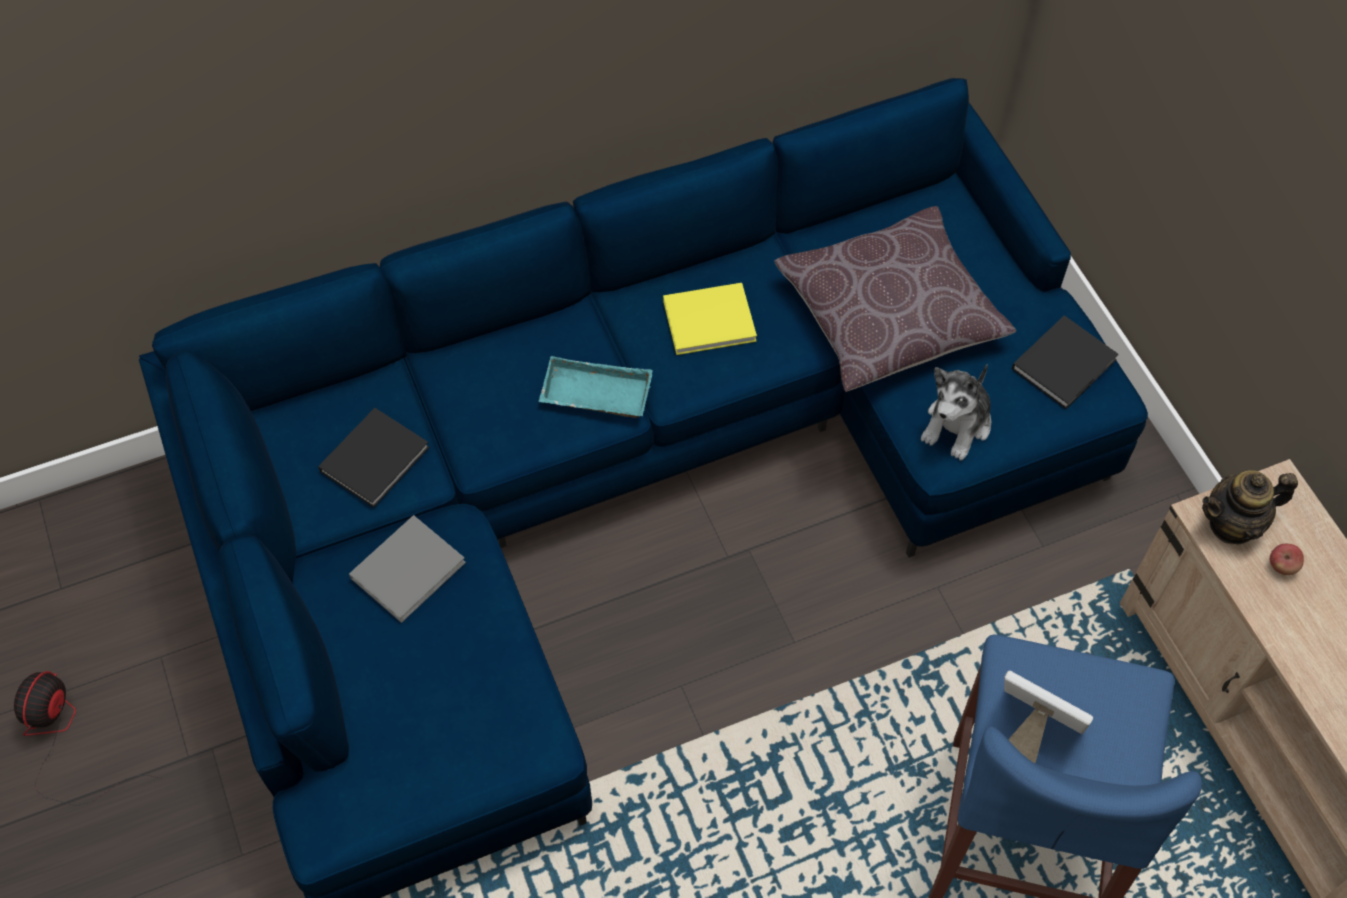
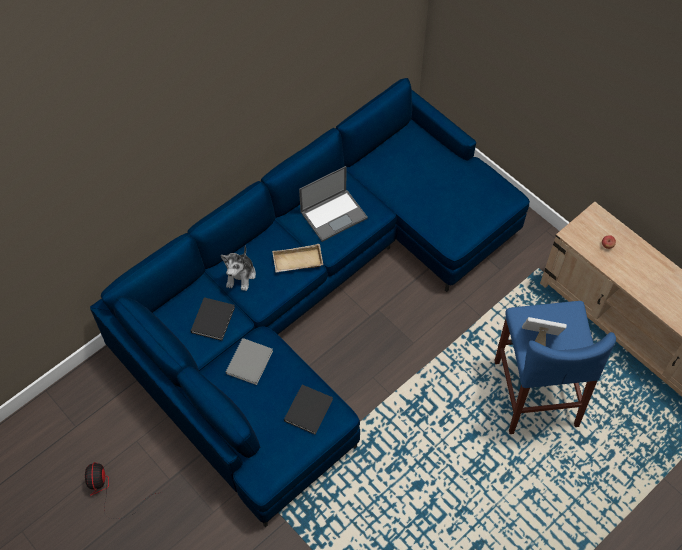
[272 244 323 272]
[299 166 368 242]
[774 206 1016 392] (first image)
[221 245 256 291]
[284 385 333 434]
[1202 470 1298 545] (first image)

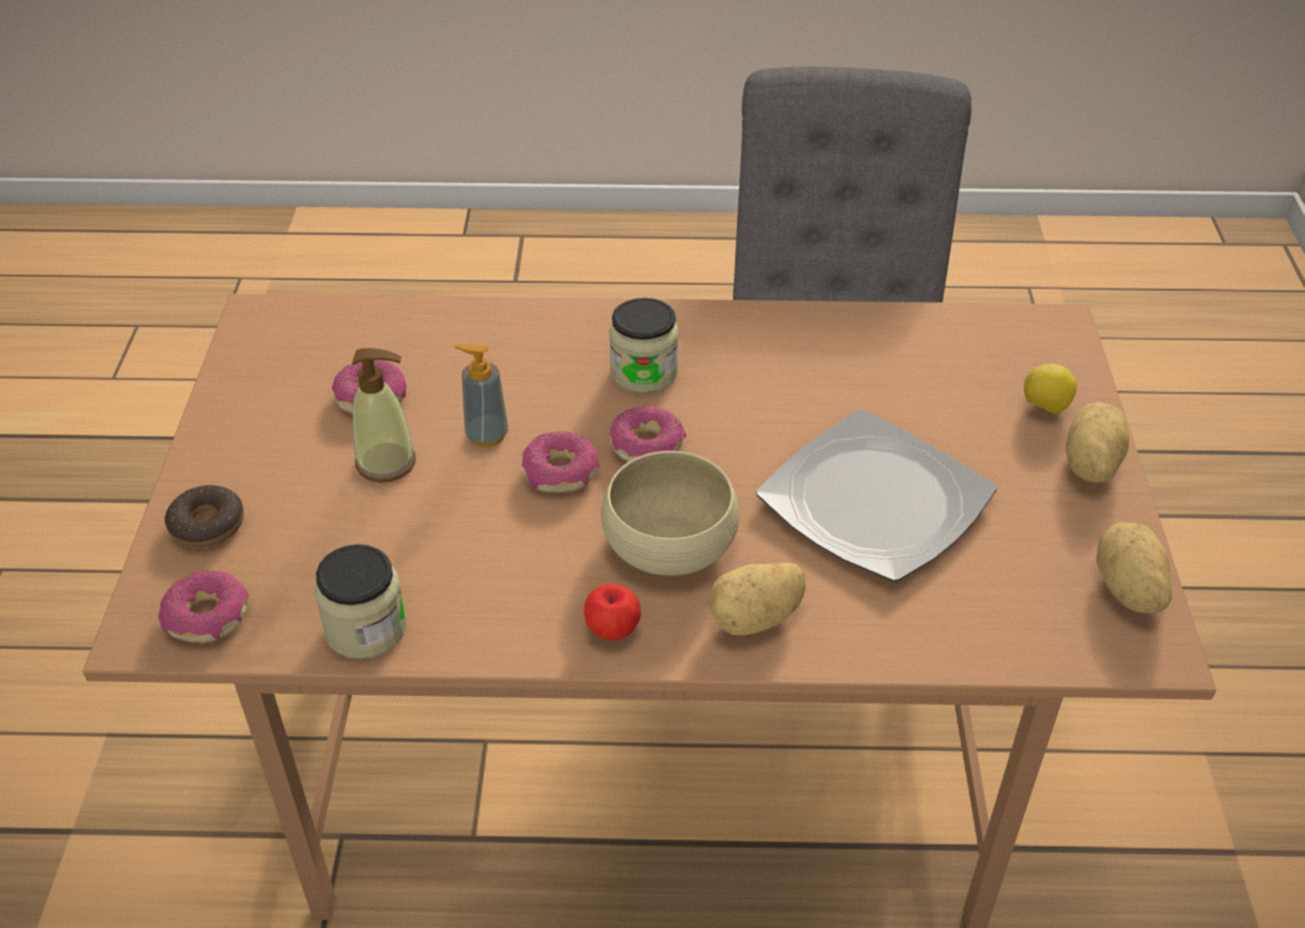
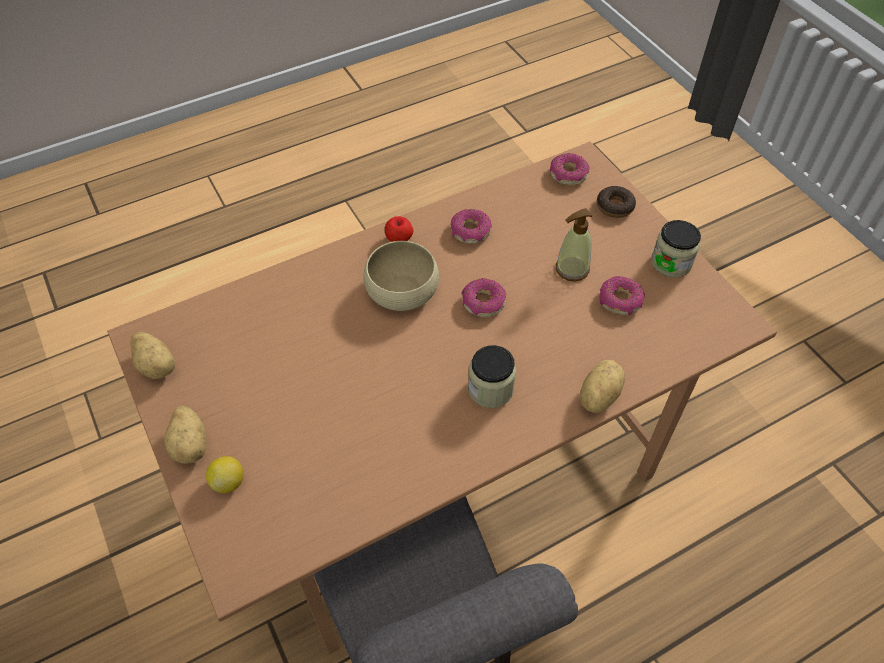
[651 220 701 278]
[454 344 508 447] (first image)
[451 209 492 244]
[580 360 625 413]
[756 409 997 582] (first image)

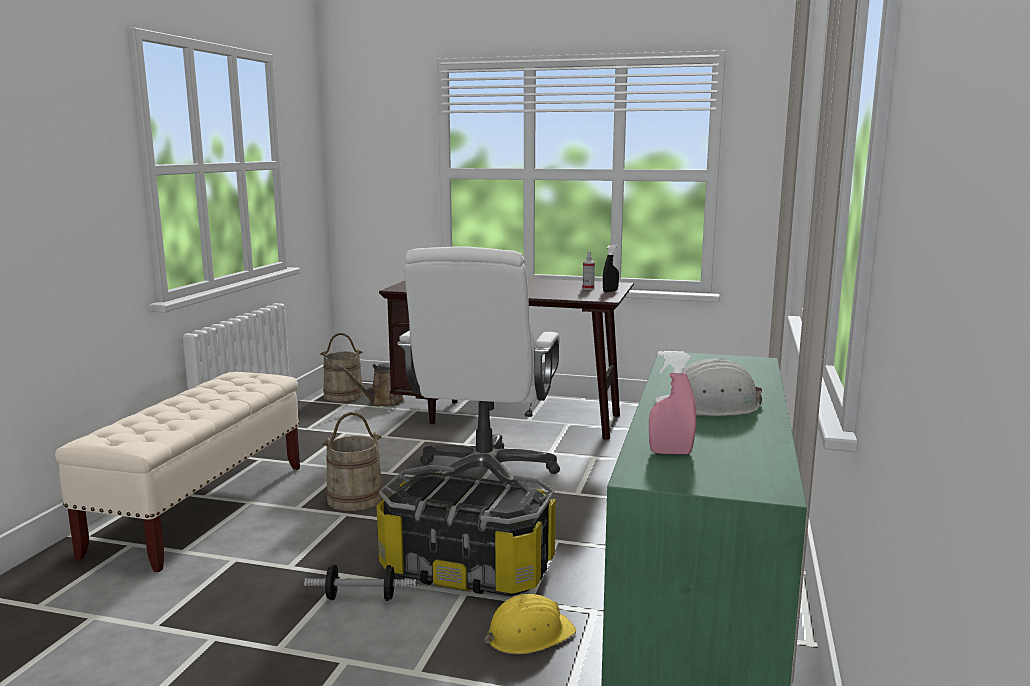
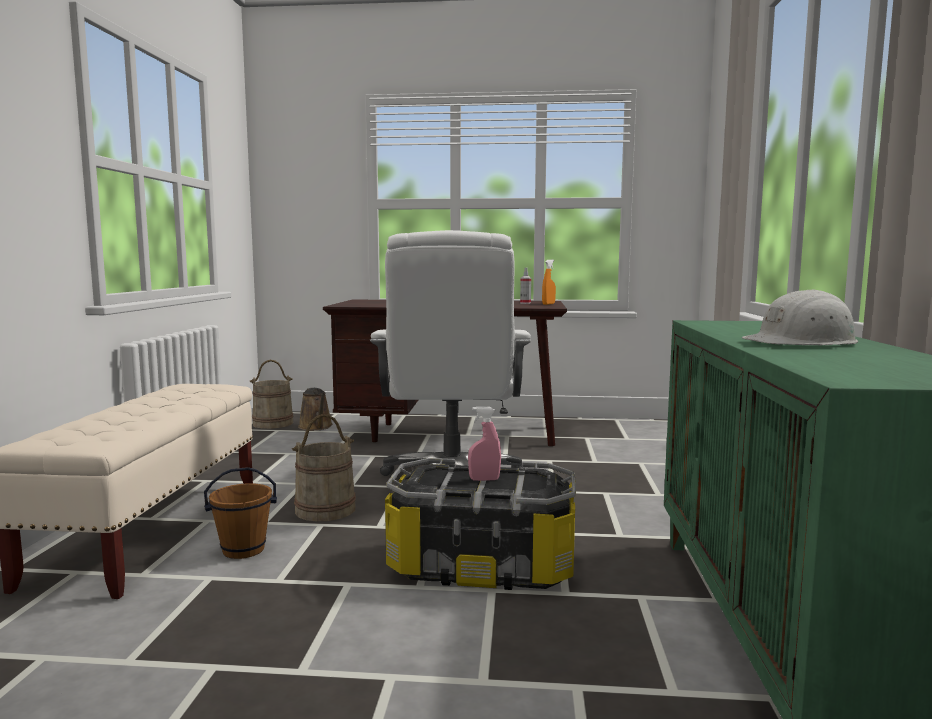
[304 565 417 601] (first image)
[298 388 333 431]
[484 594 576 654] (first image)
[542 260 556 305]
[468 407 501 481]
[204 467 277 559]

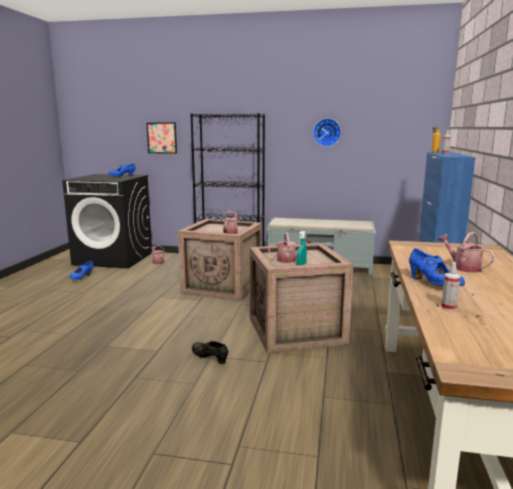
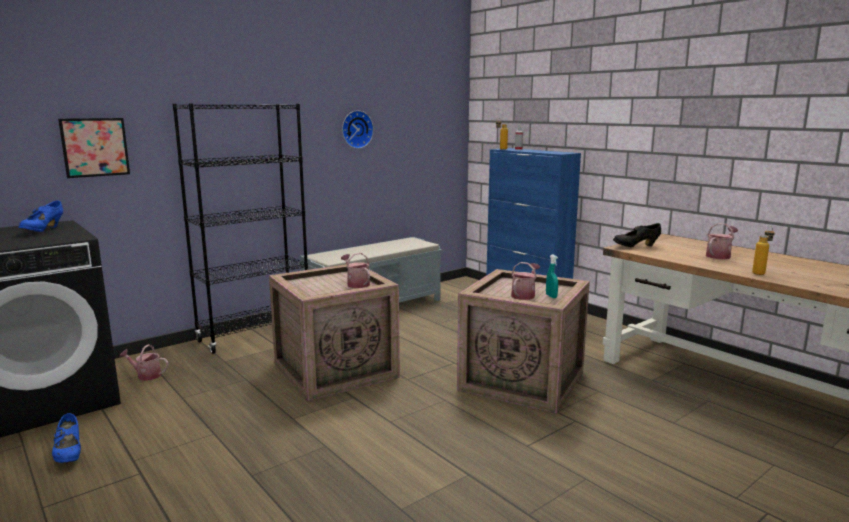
[613 223 661 247]
[752 226 775 275]
[706 223 738 259]
[441 262 461 311] (first image)

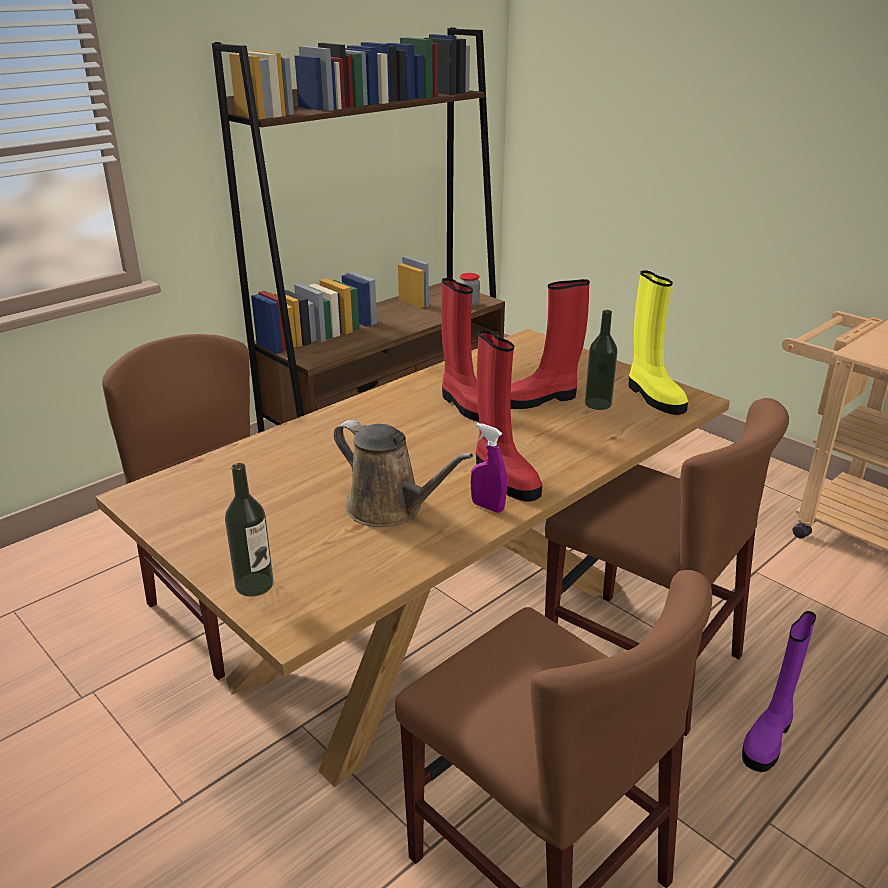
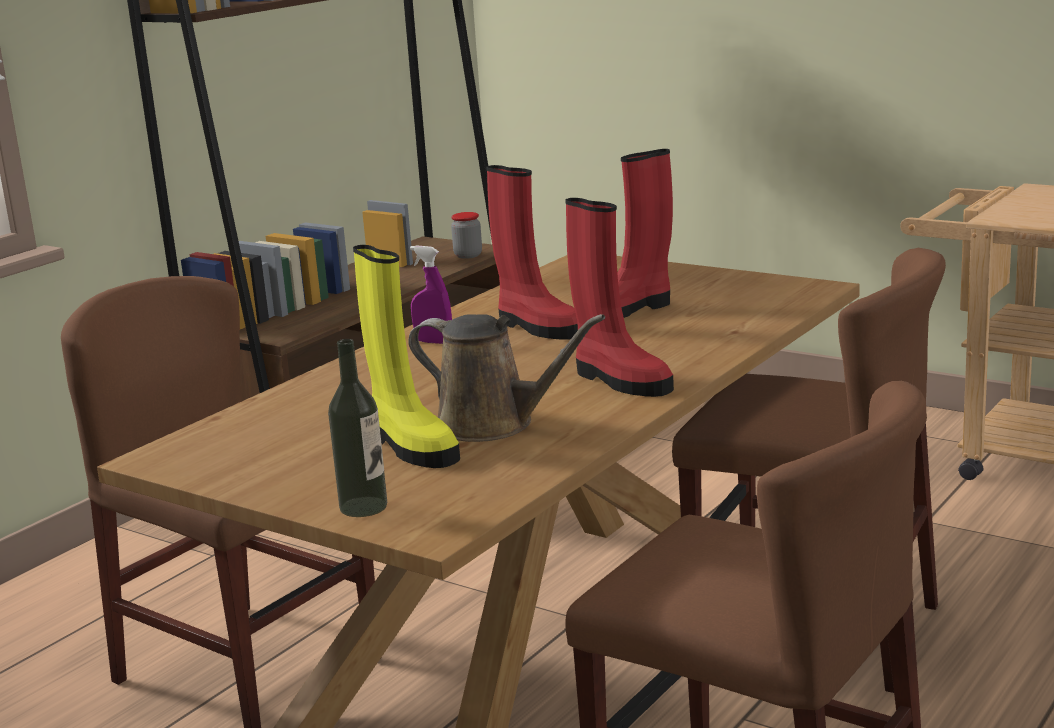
[410 245 452 344]
[585 310 618 410] (first image)
[353 245 460 468]
[742 611 816 772] (first image)

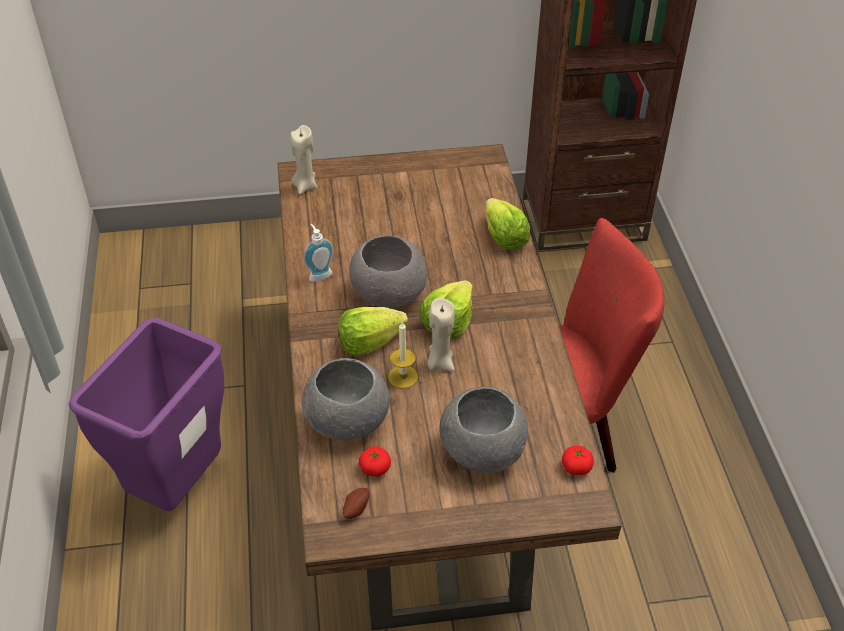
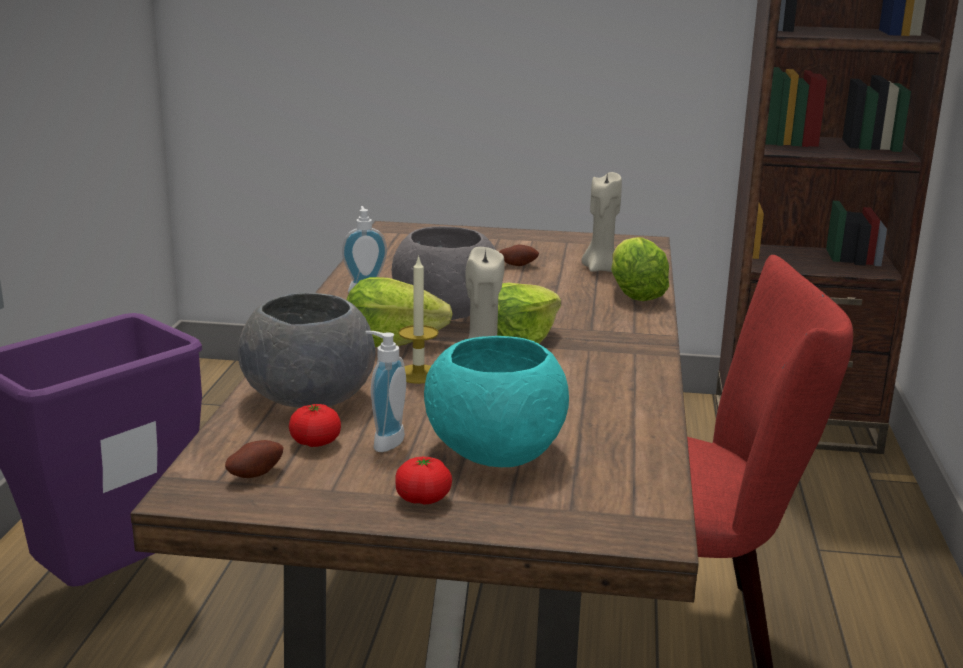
[582 172 622 272]
[424 336 569 467]
[395 457 452 505]
[365 331 406 452]
[499 244 539 266]

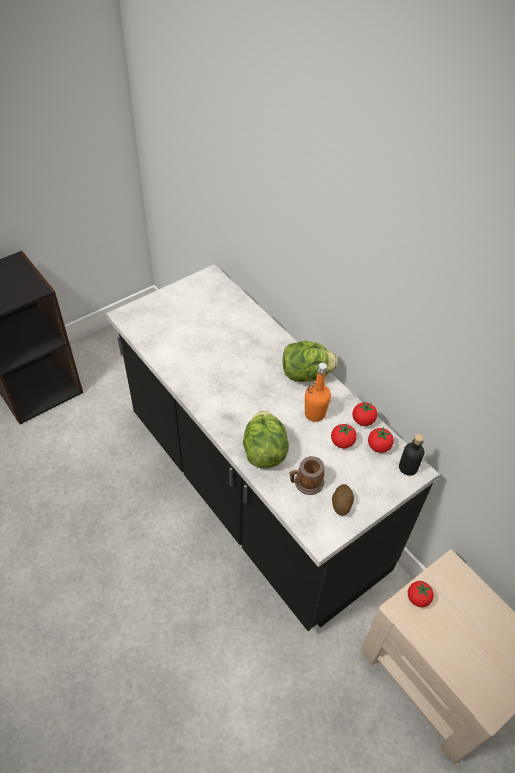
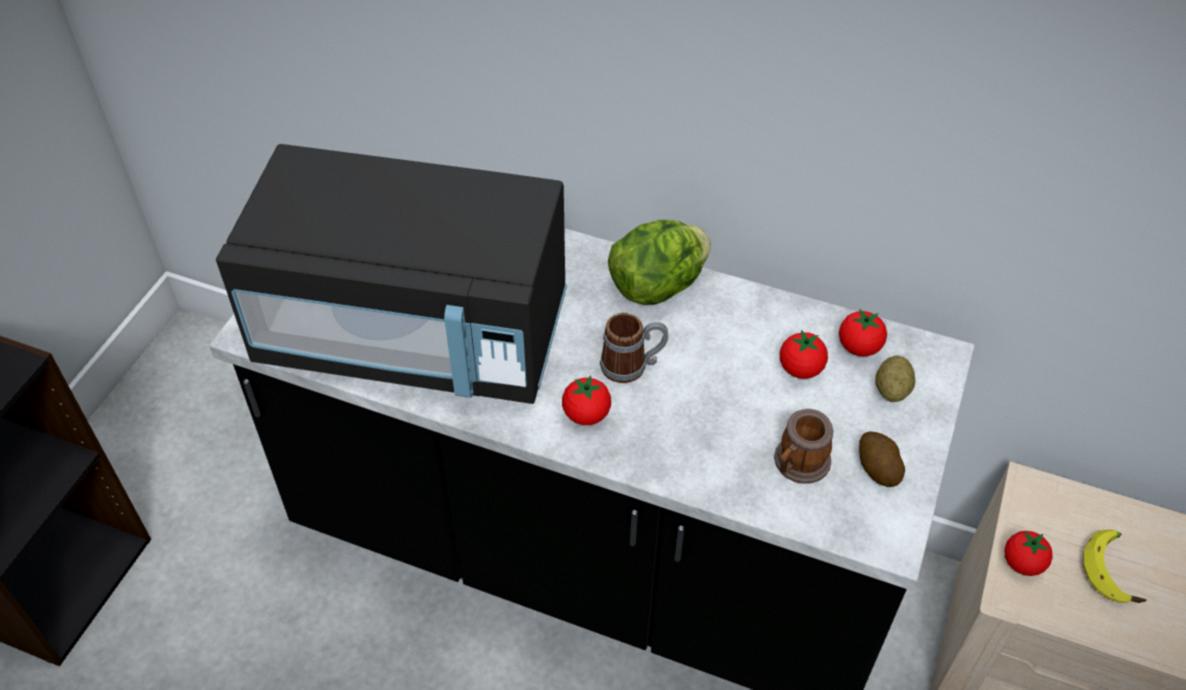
[243 411 289 469] (first image)
[305 363 331 422] (first image)
[562 375 611 425]
[399 434 424 476] (first image)
[216 144 567 404]
[600 313 669 383]
[875 356 915 402]
[1083 530 1147 603]

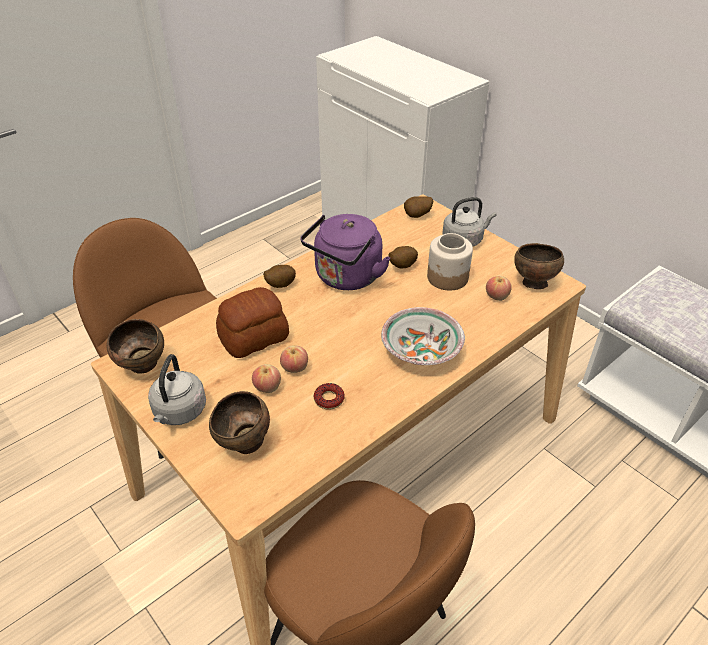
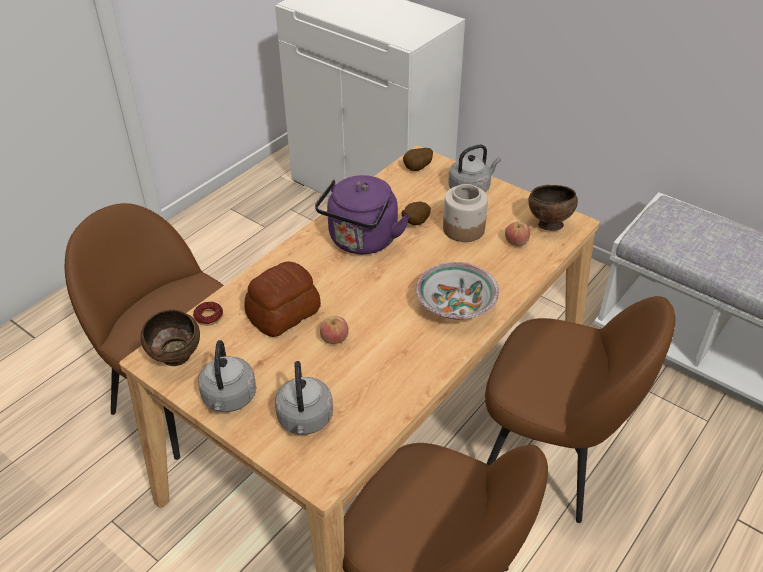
[275 361 333 435]
[252 364 281 393] (first image)
[263 265 296 288] (first image)
[193 302 223 325]
[485 296 675 523]

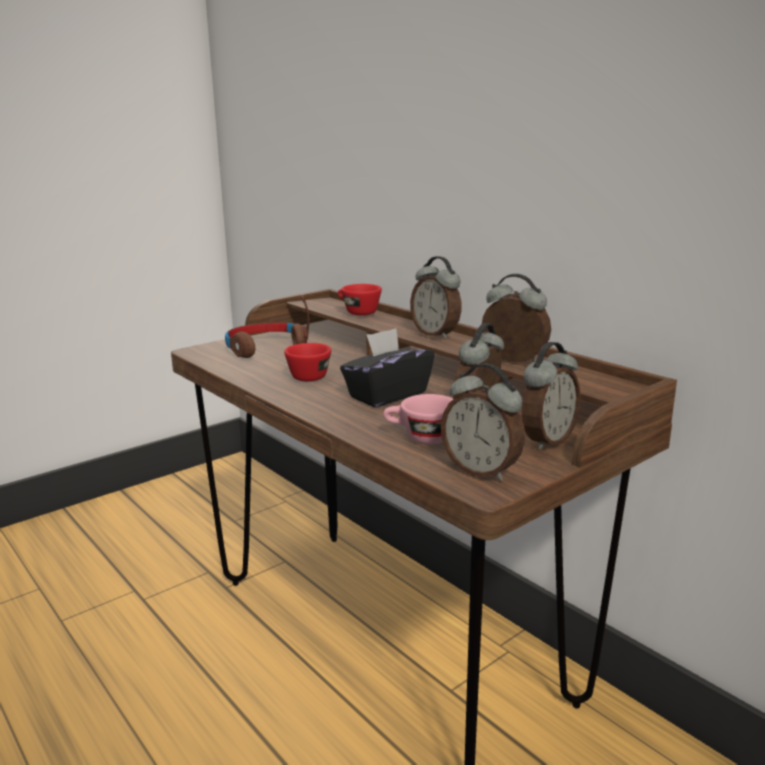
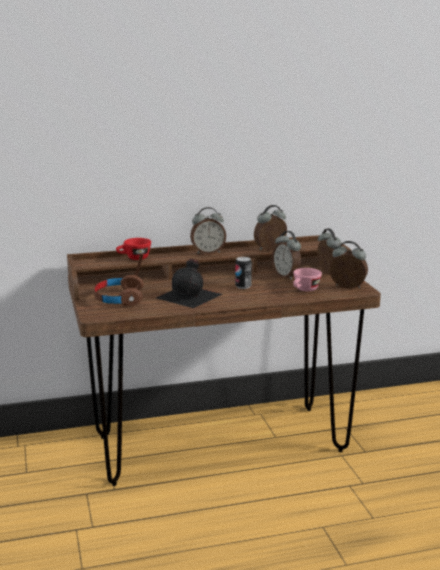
[156 259 223 308]
[235 257 252 289]
[329 241 368 289]

